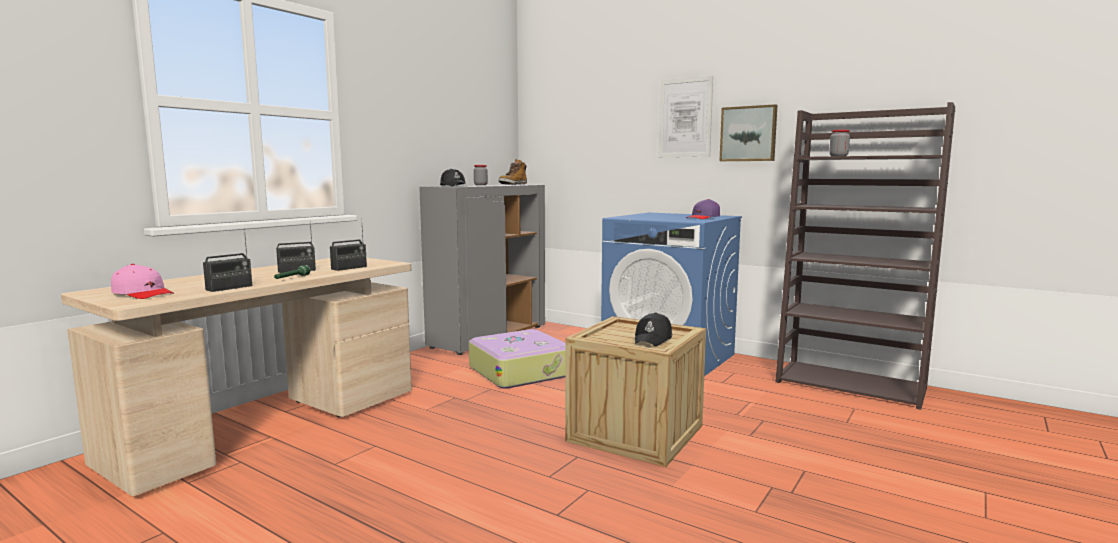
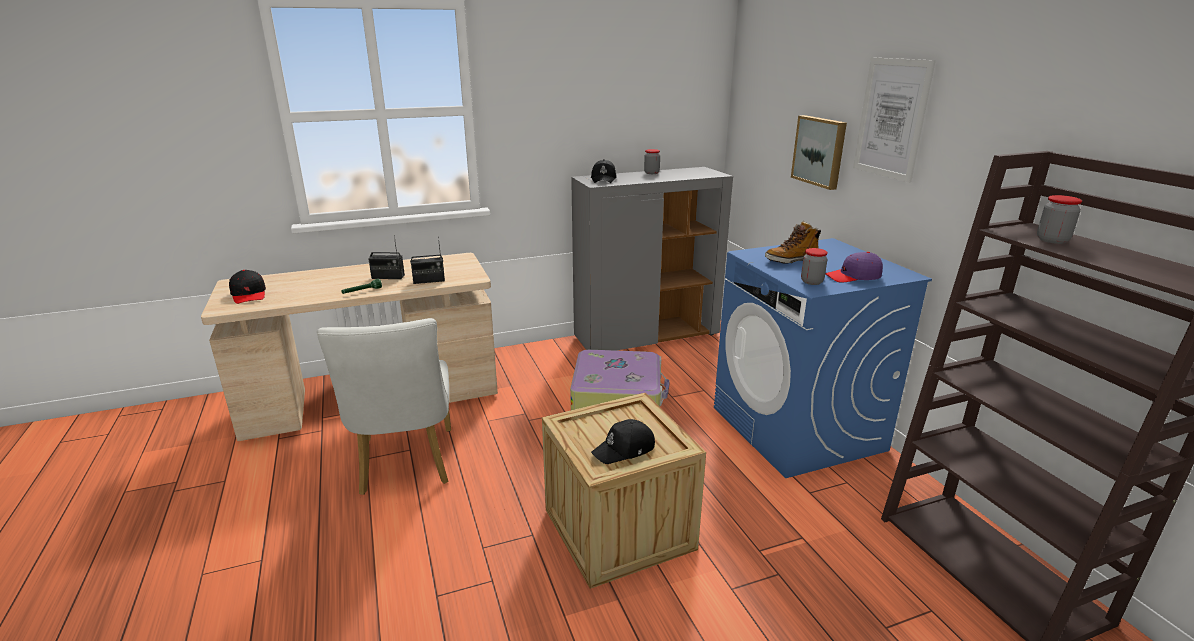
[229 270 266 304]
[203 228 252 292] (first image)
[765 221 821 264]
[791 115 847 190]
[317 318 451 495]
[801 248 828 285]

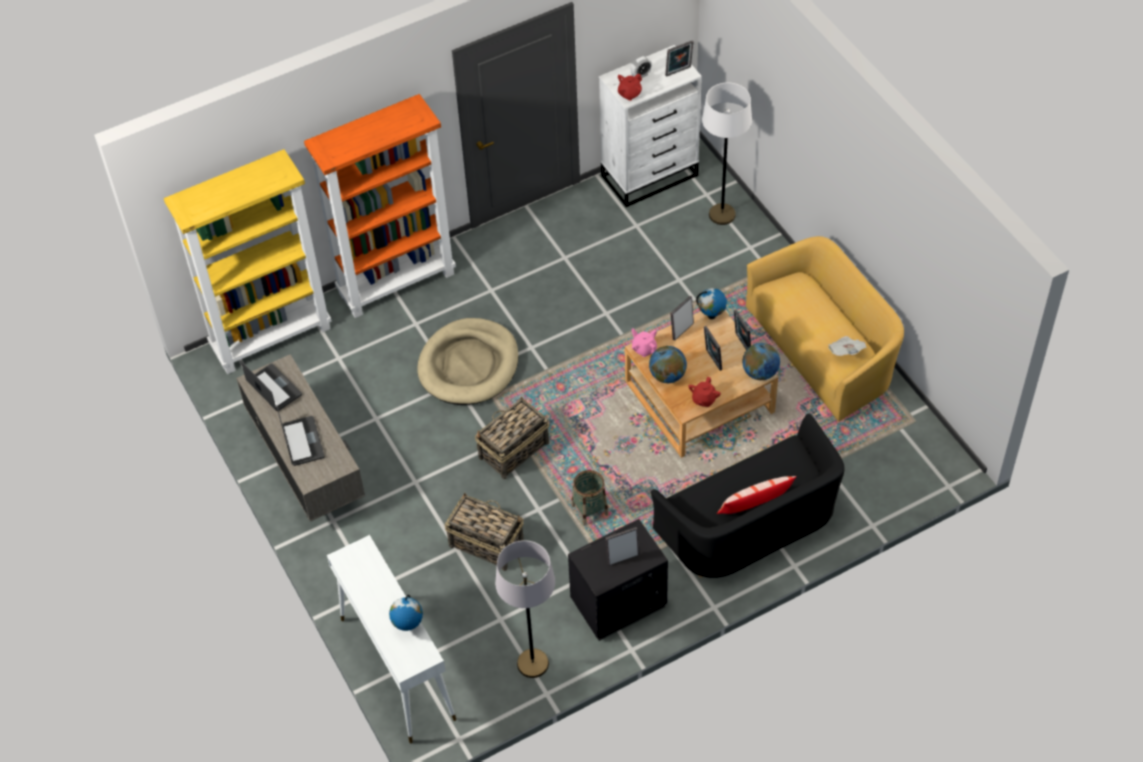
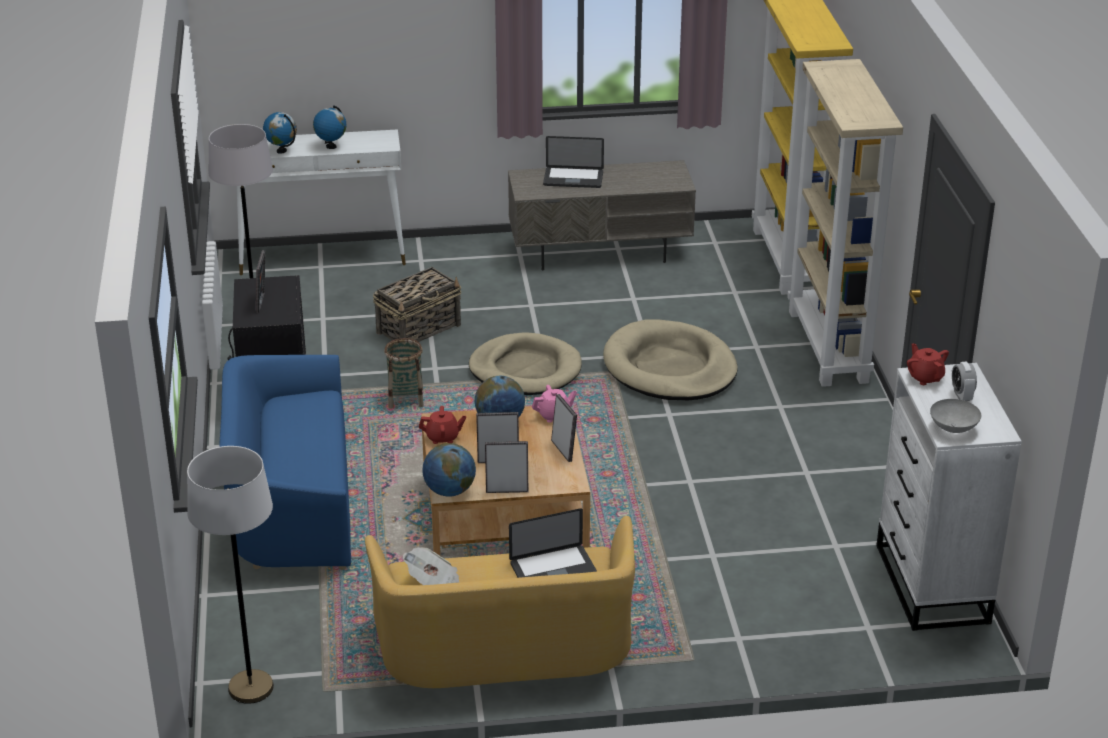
[509 508 597 578]
[787 59 903 387]
[469 332 582 395]
[219 355 351 570]
[930 399 981 433]
[419 406 466 444]
[313 105 346 149]
[187 446 274 704]
[717 476 797 514] (first image)

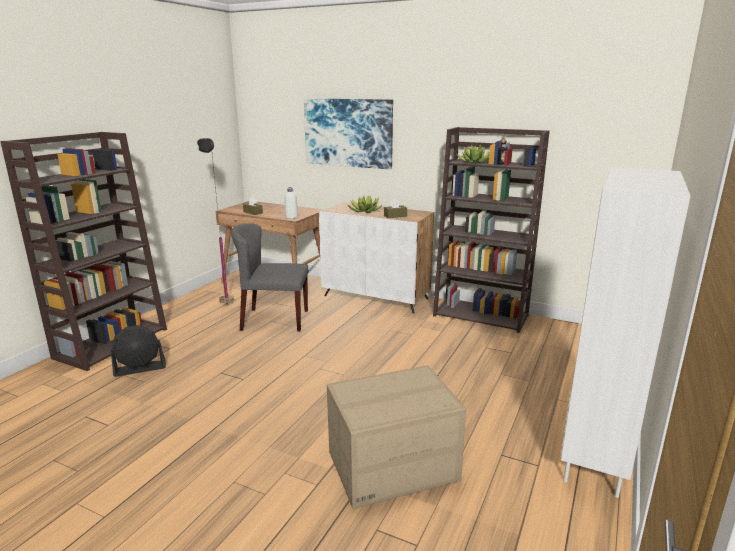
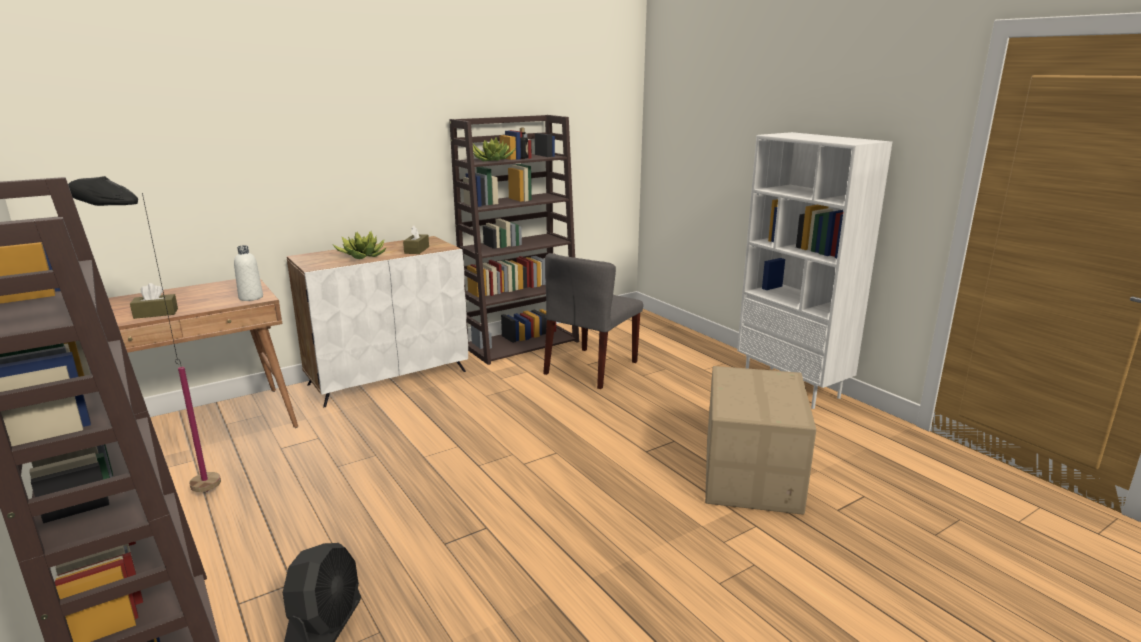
[543 253 643 389]
[304 98 393 169] (first image)

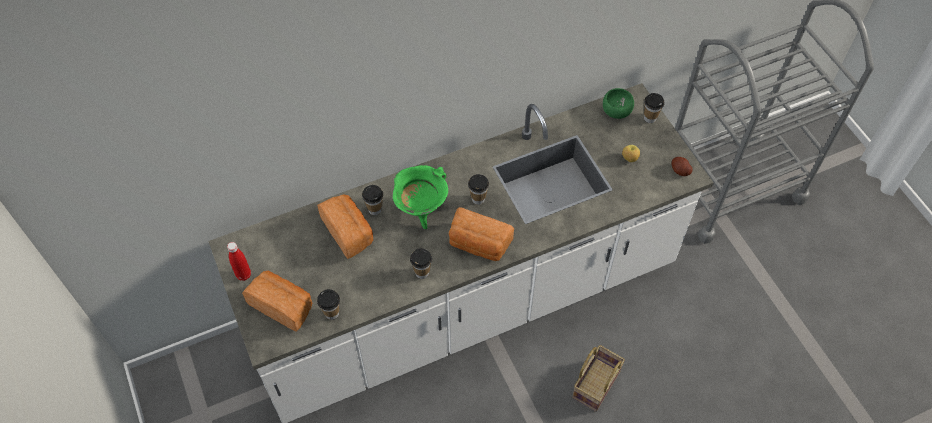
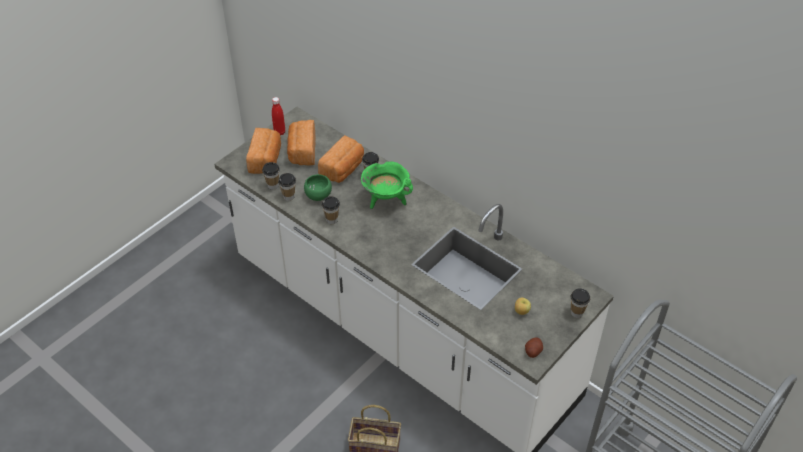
[287 120 316 166]
[278 173 296 201]
[304 174 332 201]

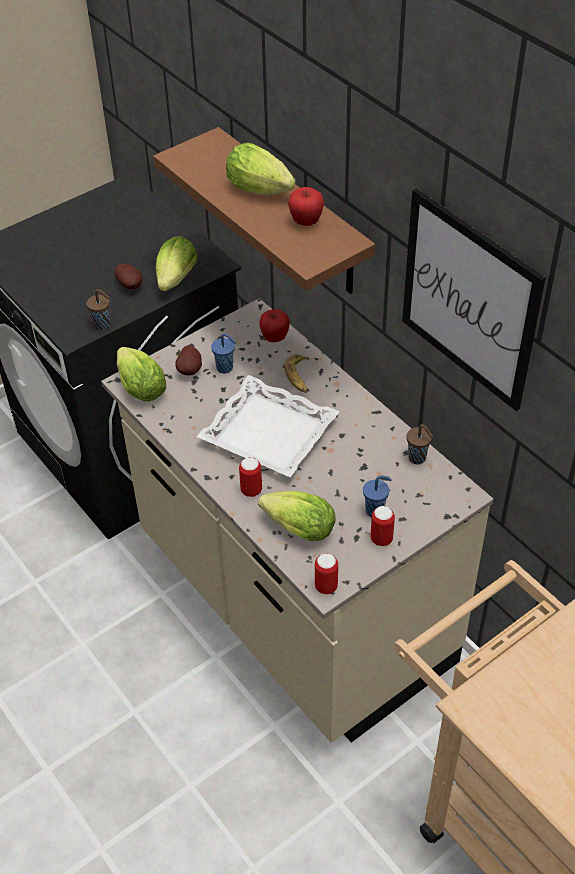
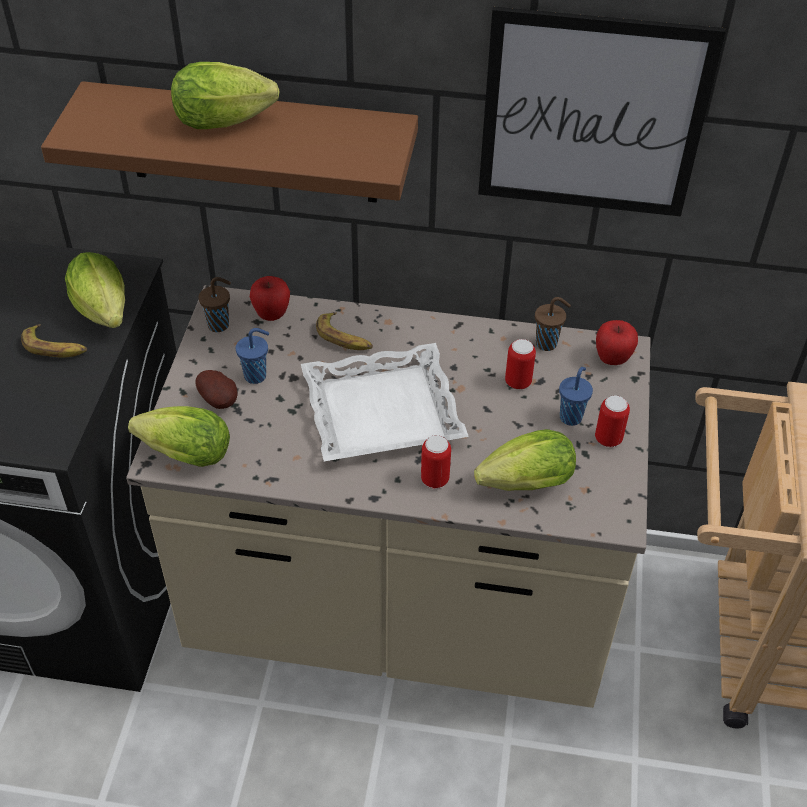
[199 277 231 332]
[21 324 87 358]
[596 320 638 365]
[505 339 536 390]

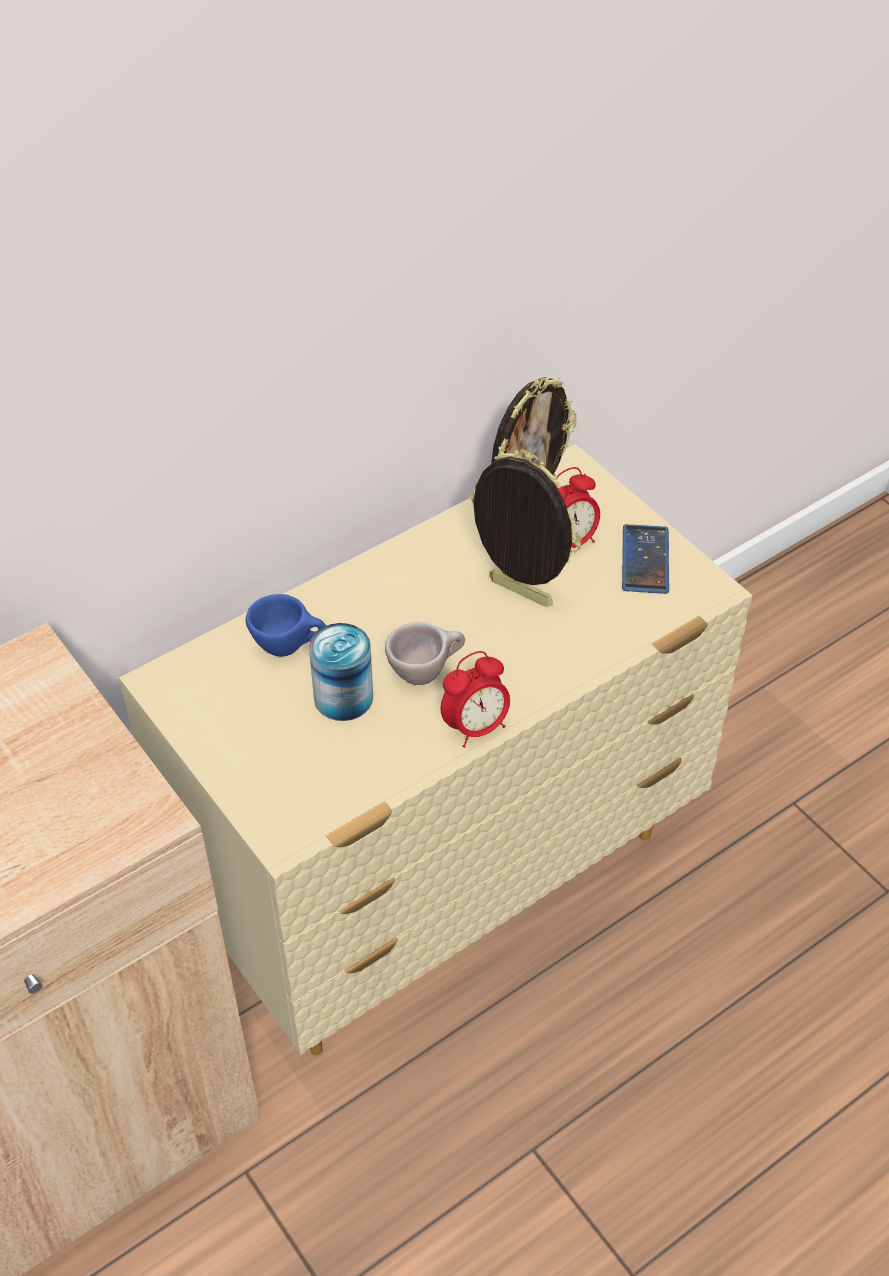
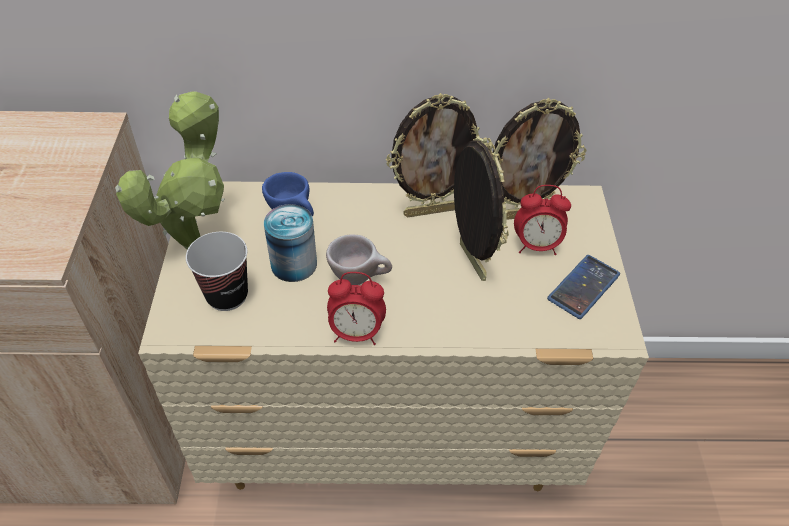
[115 91 225 250]
[186 232 248 311]
[386 93 480 218]

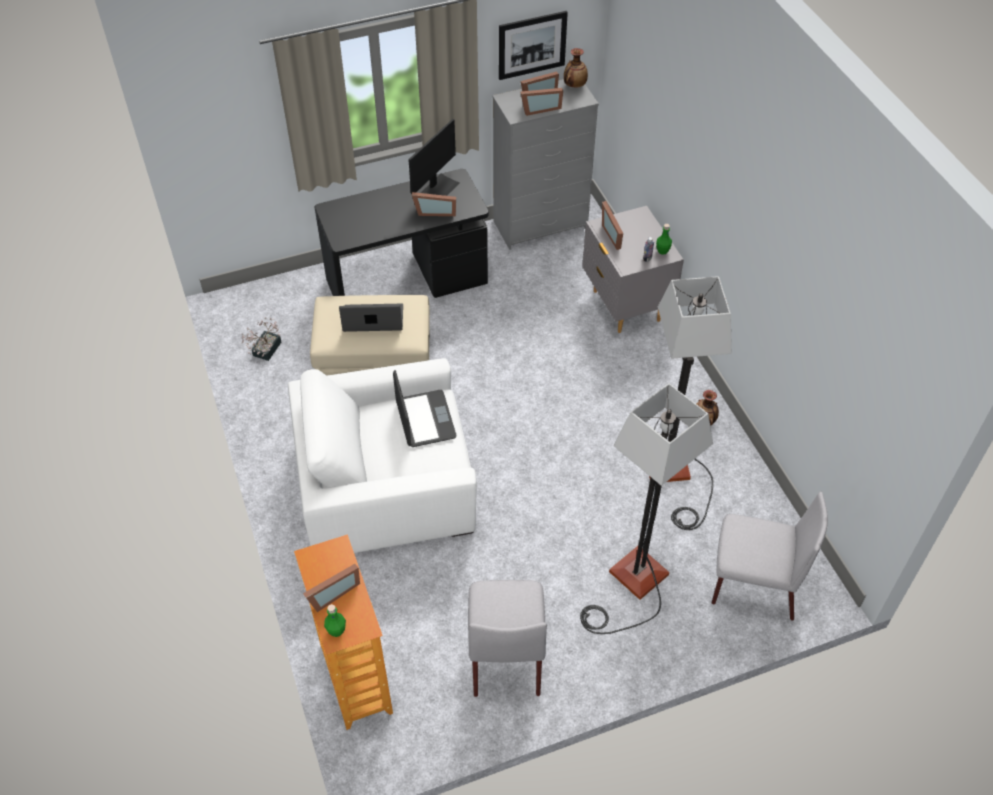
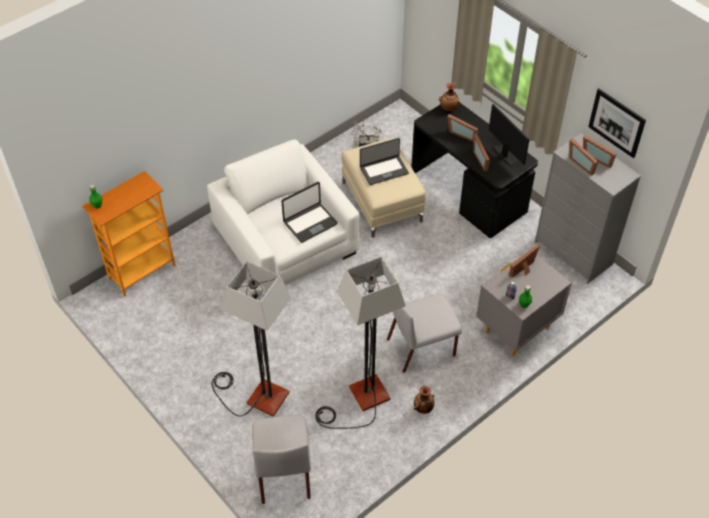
[447 114 478 142]
[360 138 409 185]
[489 104 530 166]
[387 294 462 373]
[439 83 461 111]

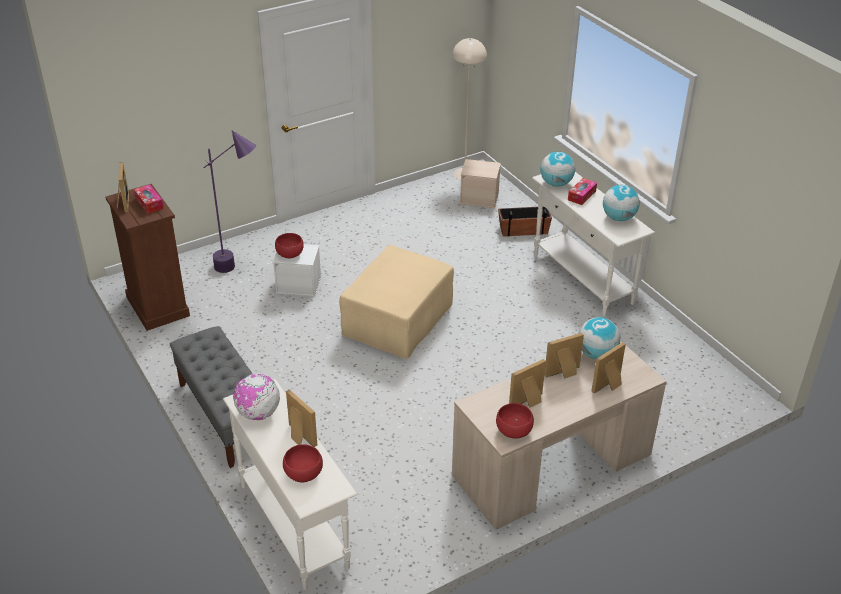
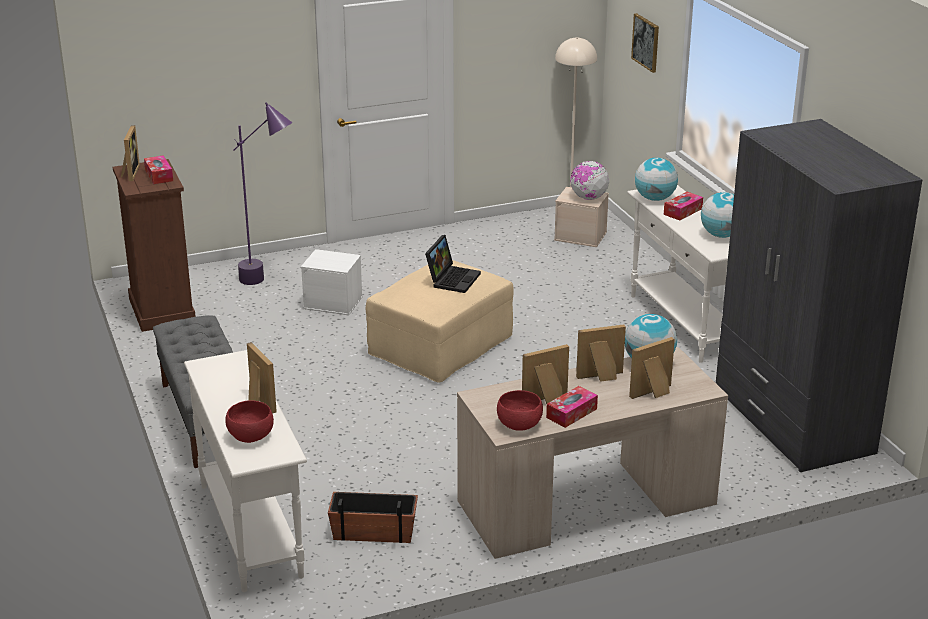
[570 161 609 200]
[275 233 304 258] (first image)
[328 492 418 543]
[425 235 481 293]
[546 386 598 428]
[631 13 659 73]
[716 119 922 472]

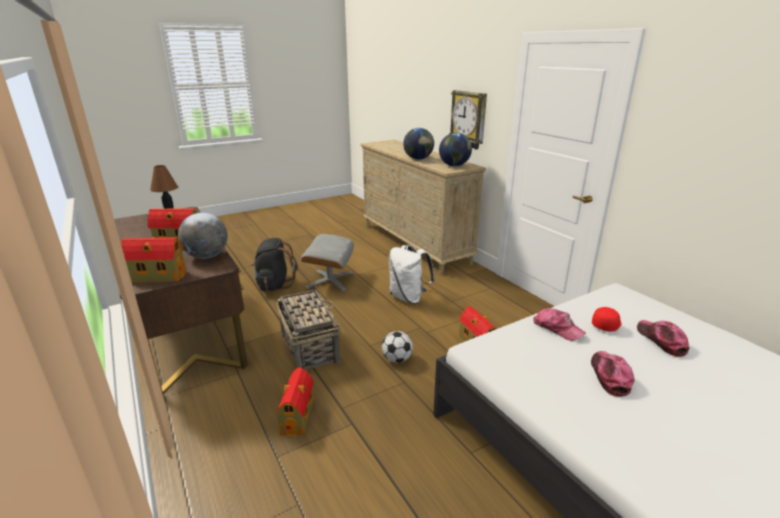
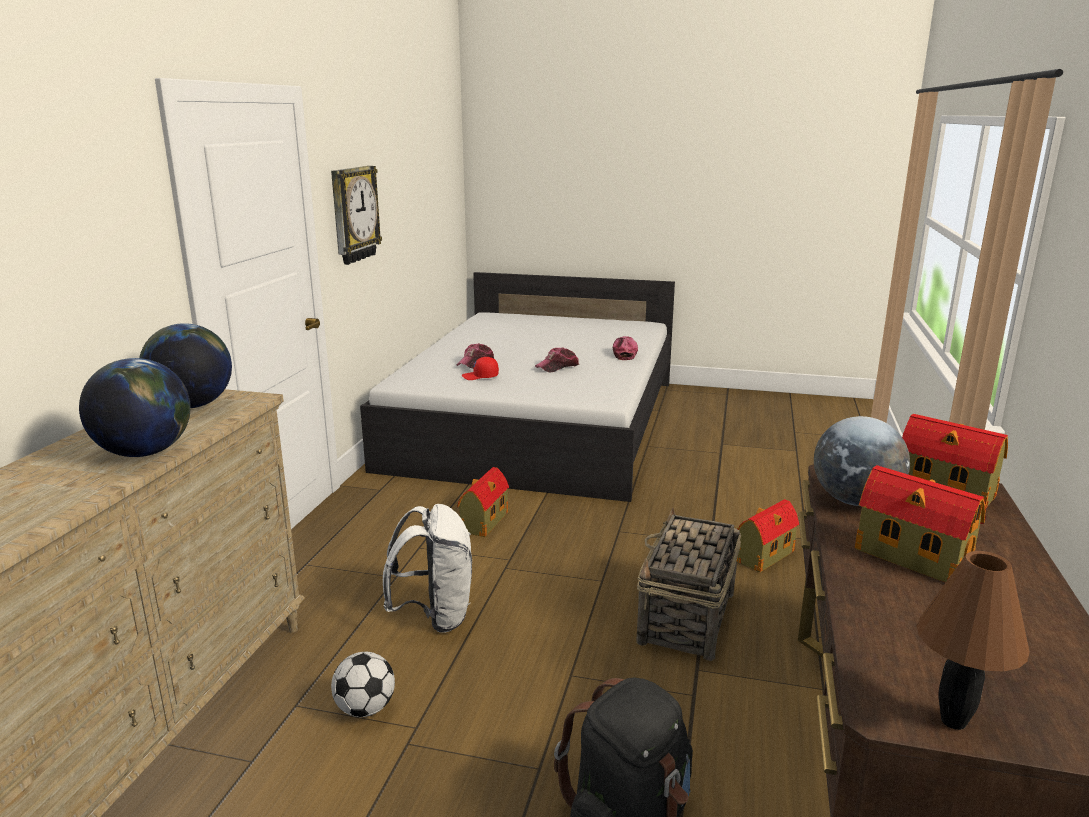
[301 234 354 291] (first image)
[331 652 395 717]
[331 166 382 265]
[613 336 638 360]

